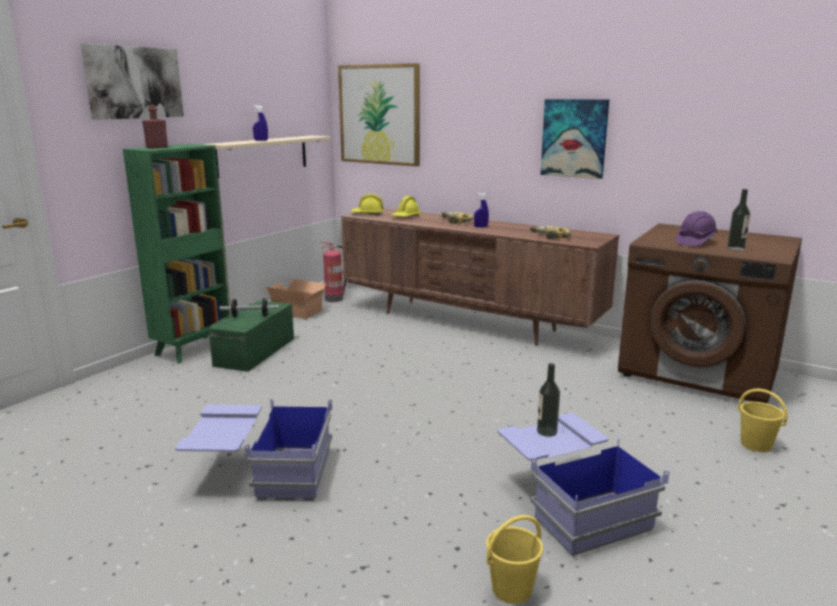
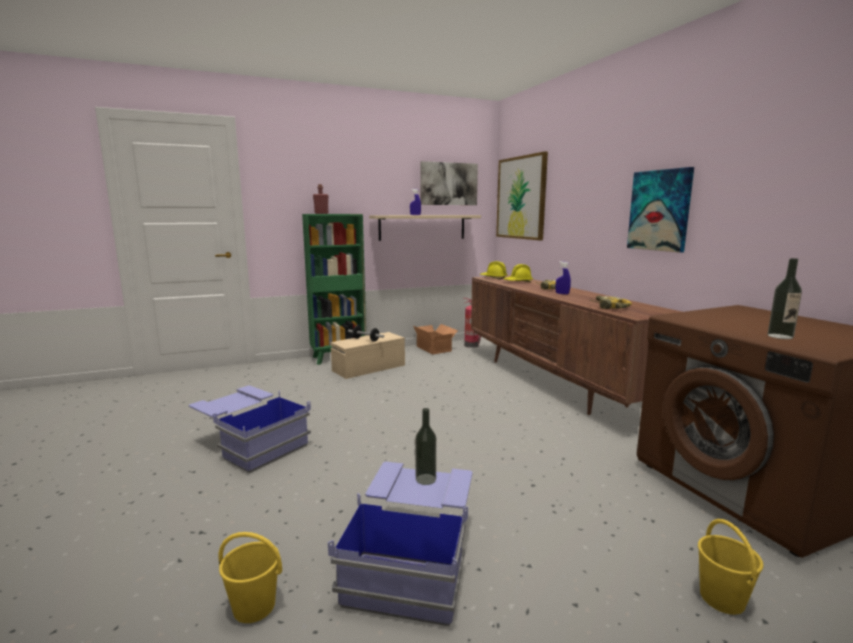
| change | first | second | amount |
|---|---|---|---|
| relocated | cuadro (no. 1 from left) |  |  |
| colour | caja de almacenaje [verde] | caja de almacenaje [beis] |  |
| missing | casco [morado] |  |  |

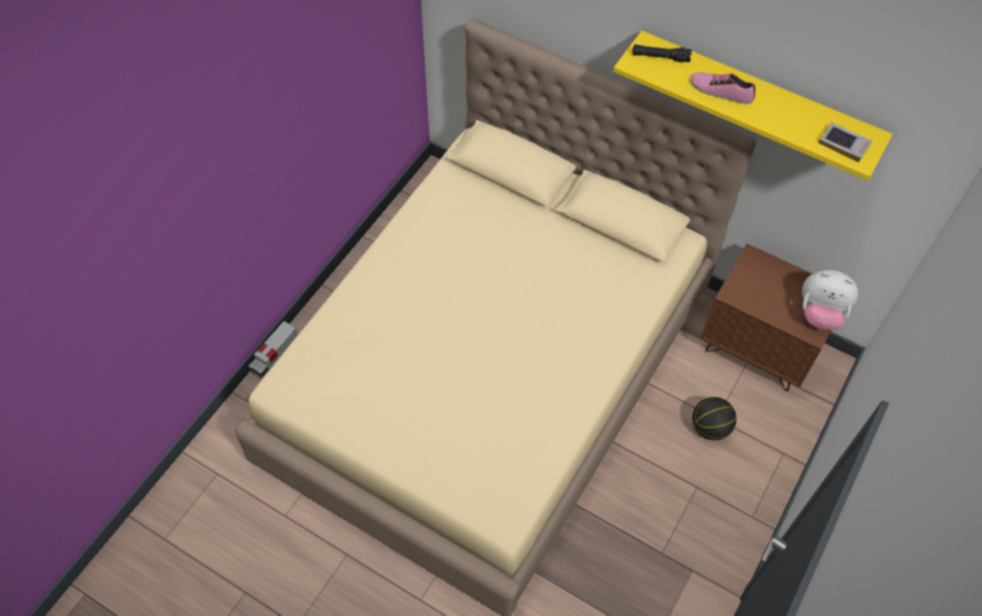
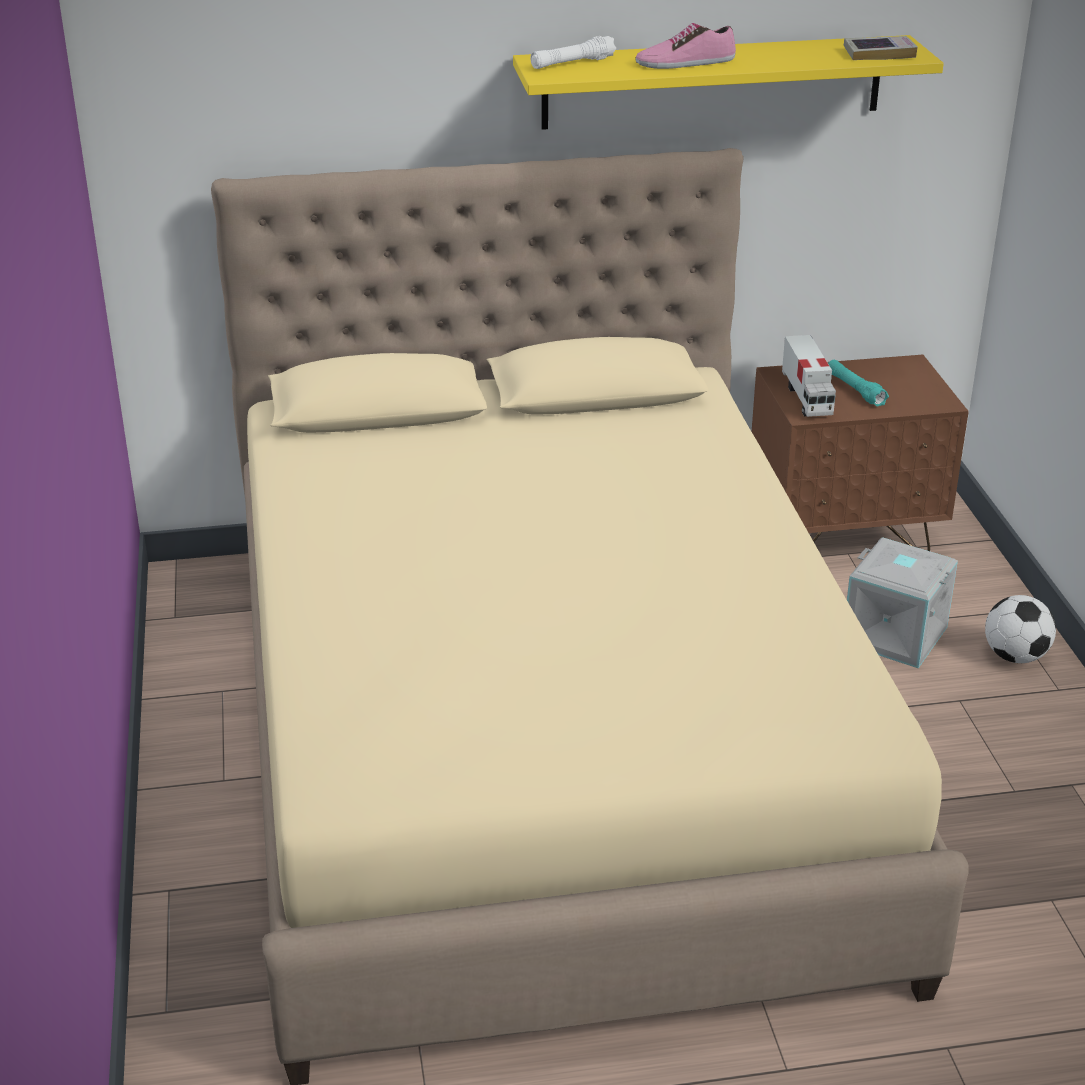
| change | first | second | amount |
|---|---|---|---|
| relocated | camión de juguete |  |  |
| colour | linterna [negro] | linterna [blanco] |  |
| exchanged | balón de baloncesto | caja de almacenaje [gris] |  |
| missing | peluche |  |  |
| appeared |  | linterna [turquesa] |  |
| appeared |  | balón de fútbol |  |

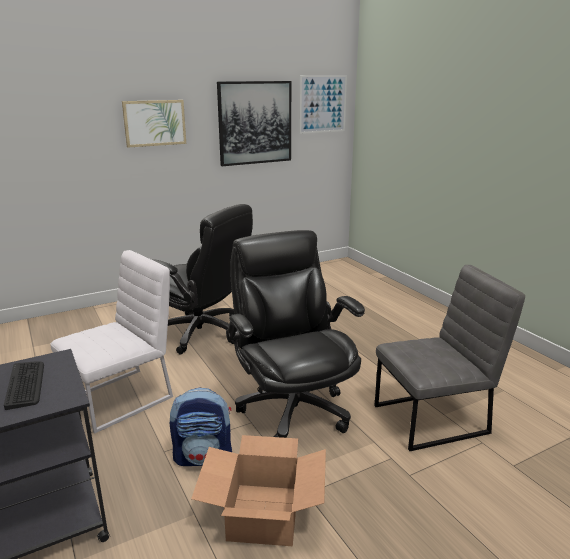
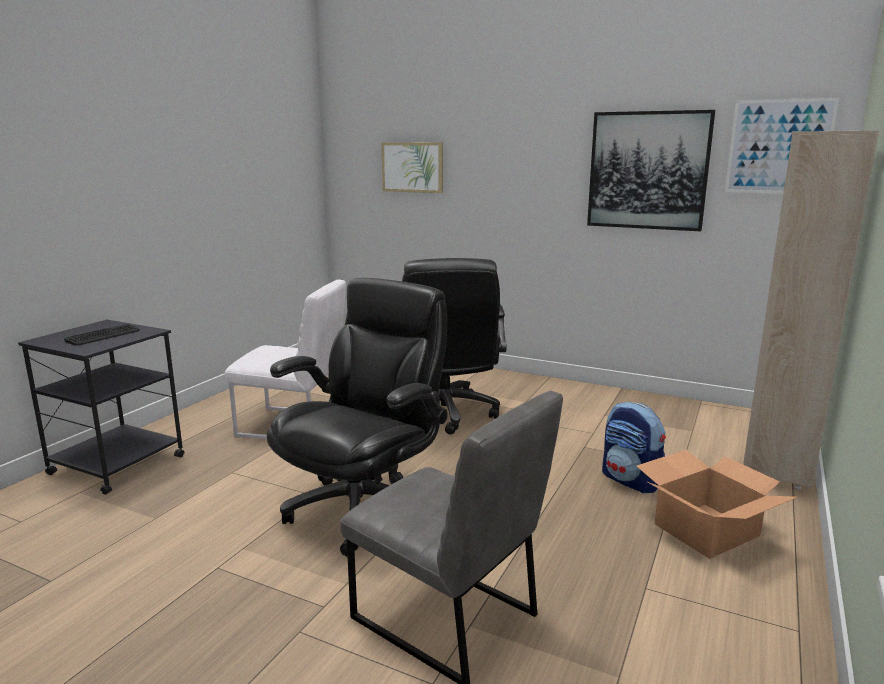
| change | first | second | amount |
|---|---|---|---|
| relocated | cuadro (no. 1 from left) |  |  |
| relocated | mochila |  |  |
| relocated | caja de cartón |  |  |
| appeared |  | estantería [beis] |  |

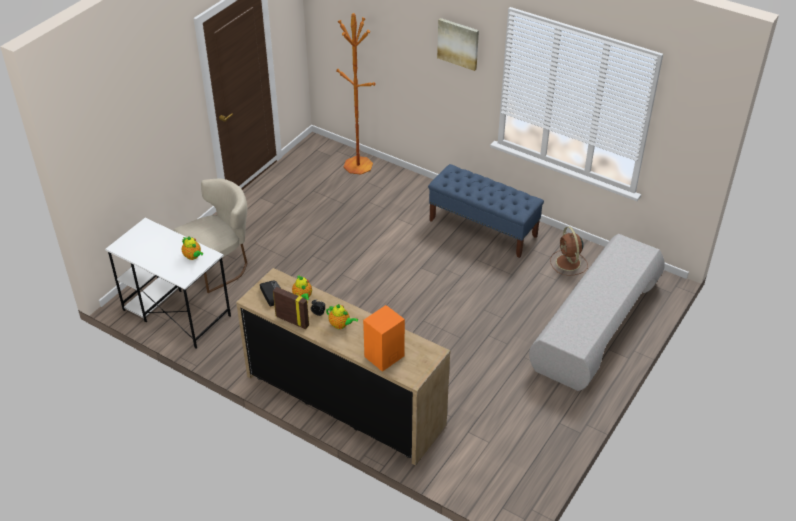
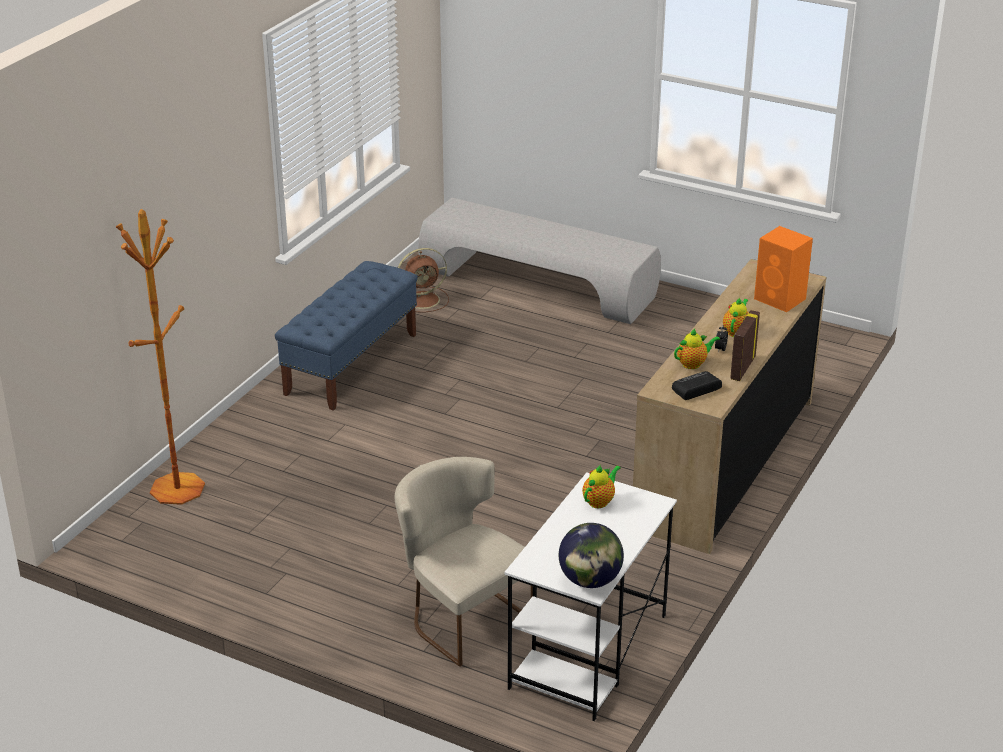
| change | first | second | amount |
|---|---|---|---|
| missing | cuadro |  |  |
| appeared |  | globo terráqueo |  |

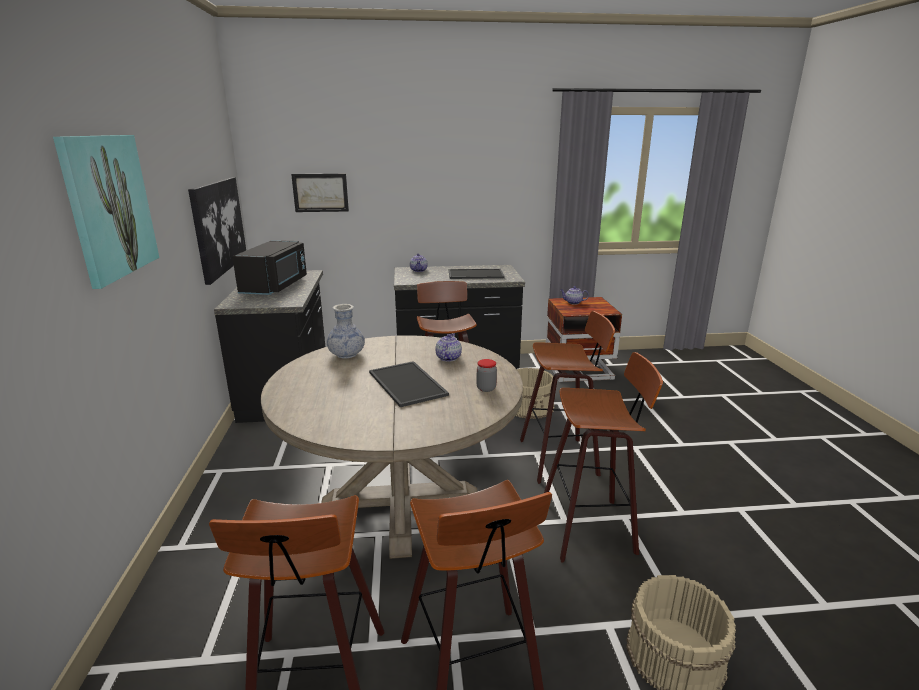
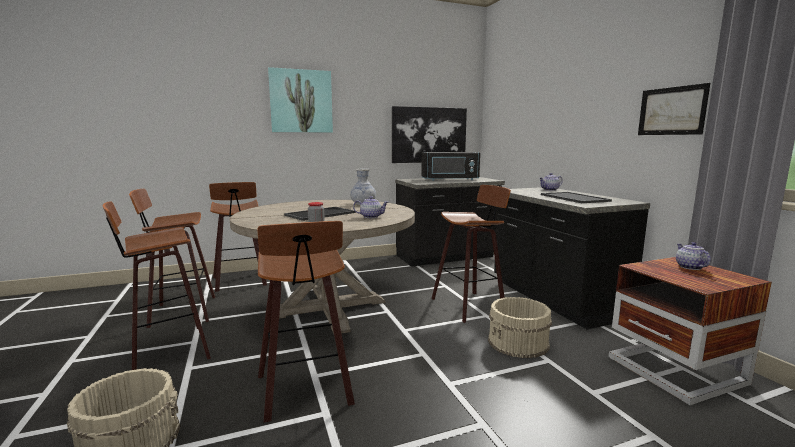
| change | first | second | amount |
|---|---|---|---|
| relocated | cuadro (no. 3 from left) |  |  |
| relocated | taburete (no. 4 from left in the first image) | taburete (no. 3 from left) |  |

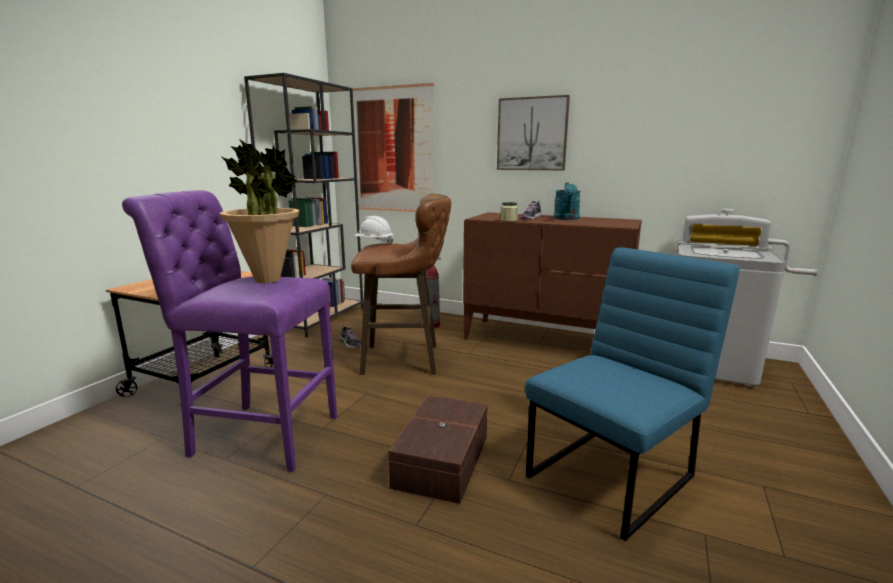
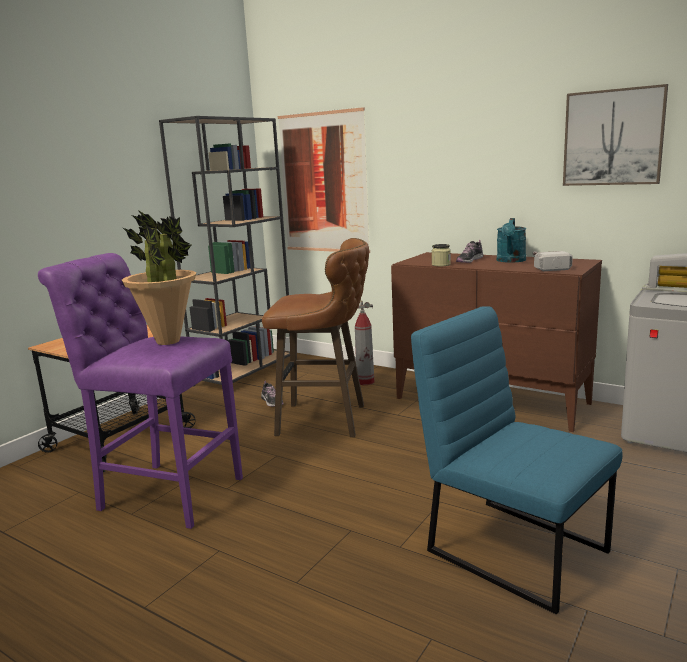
| change | first | second | amount |
|---|---|---|---|
| missing | casco [blanco] |  |  |
| missing | caja de almacenaje [marrón] |  |  |
| relocated | cuadro (no. 2 from left) |  |  |
| spun | silla [azul] |  | 105 degrees counterclockwise |
| appeared |  | martillo |  |

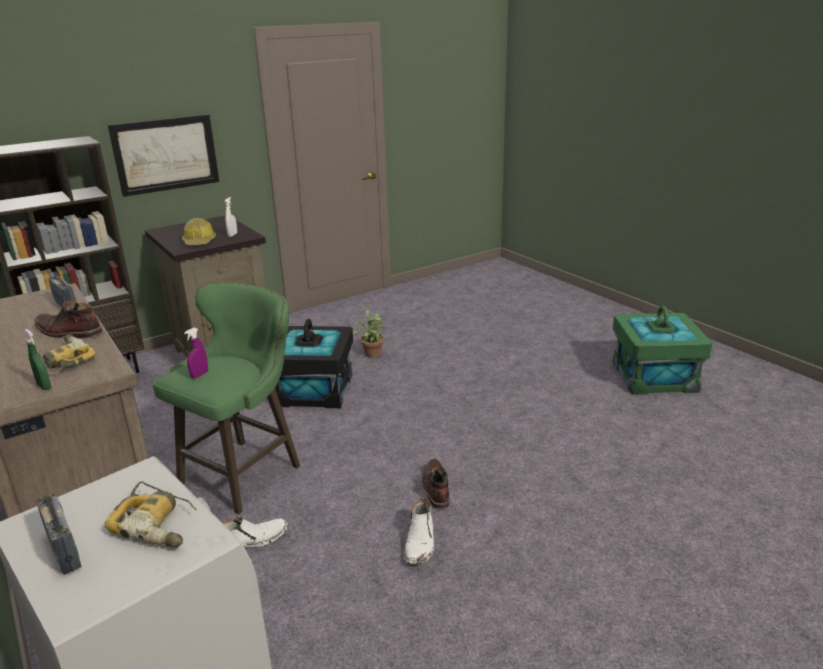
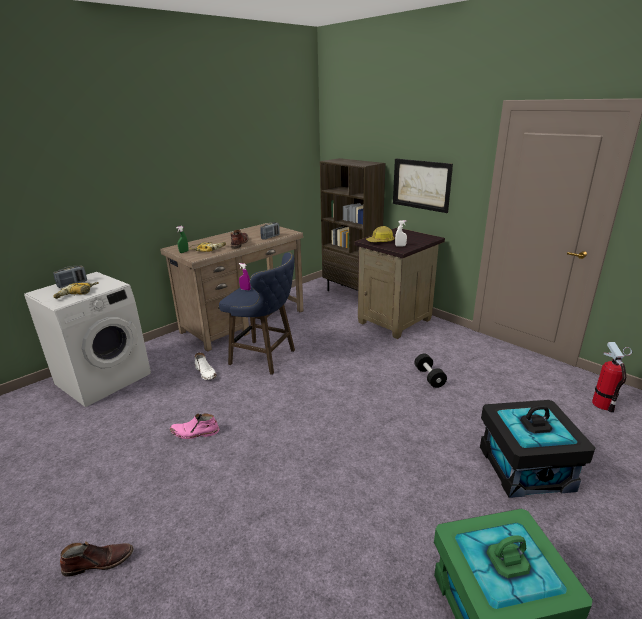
| change | first | second | amount |
|---|---|---|---|
| colour | taburete [verde] | taburete [azul] |  |
| relocated | caja de almacenaje [negro] |  |  |
| exchanged | planta en maceta | mancuerna [negro] |  |
| colour | bota [blanco] (no. 2 from left) | bota [rosa] |  |
| relocated | bota [marrón] (no. 2 from left in the first image) | bota [marrón] (no. 1 from left) |  |
| appeared |  | extintor |  |

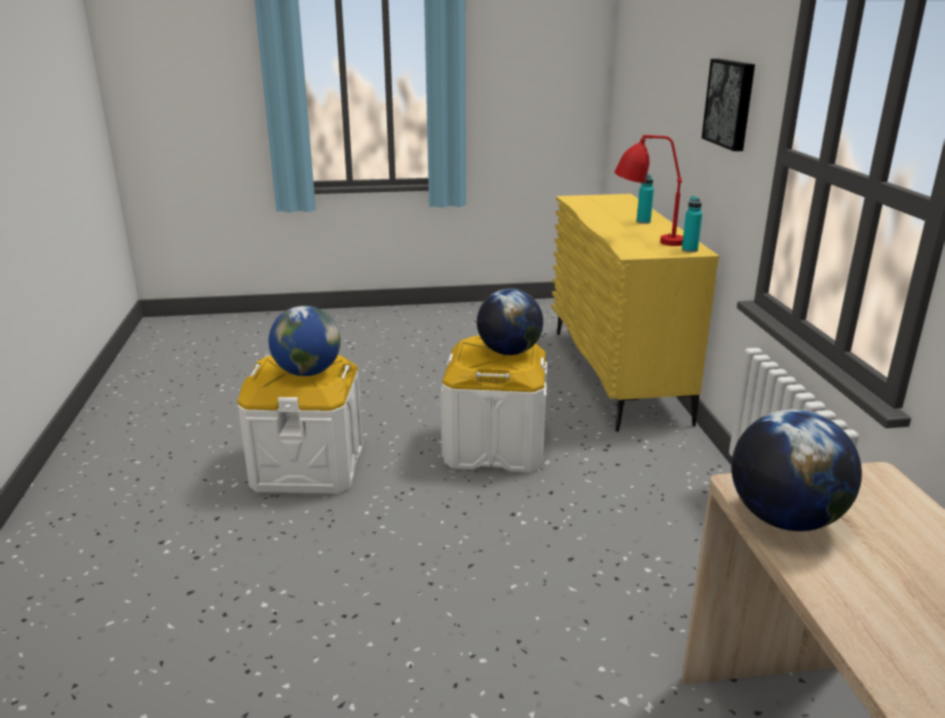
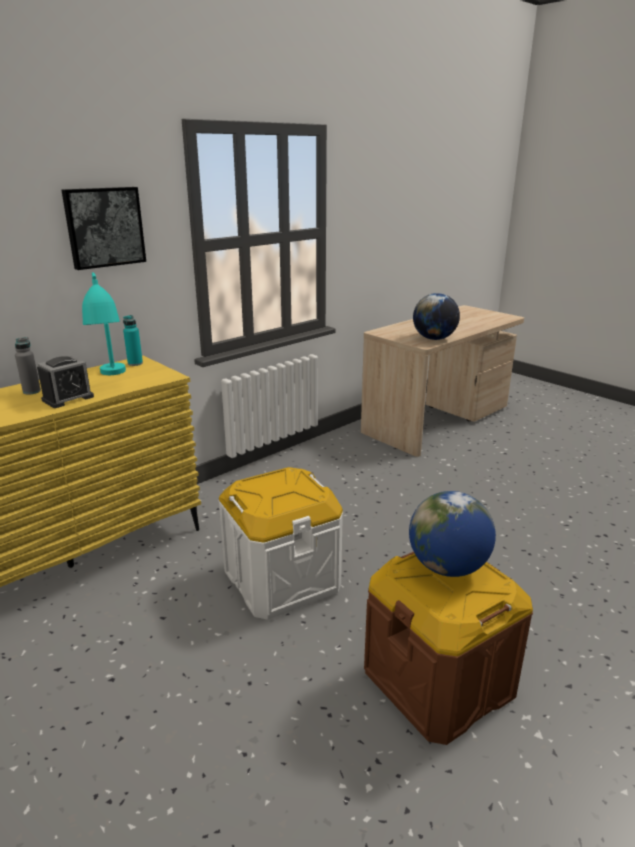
| change | first | second | amount |
|---|---|---|---|
| colour | caja de almacenaje [blanco] (no. 1 from left) | caja de almacenaje [marrón] |  |
| missing | globo terráqueo (no. 2 from left) |  |  |
| colour | lámpara de mesa [rojo] | lámpara de mesa [turquesa] |  |
| colour | botella [turquesa] (no. 1 from left) | botella [gris] |  |
| appeared |  | despertador |  |

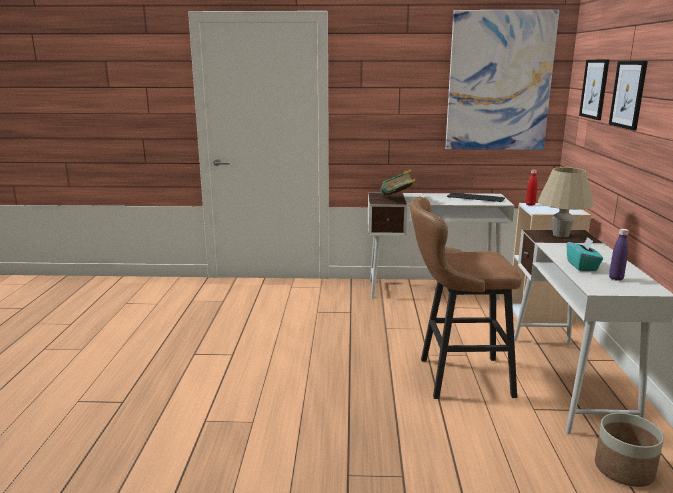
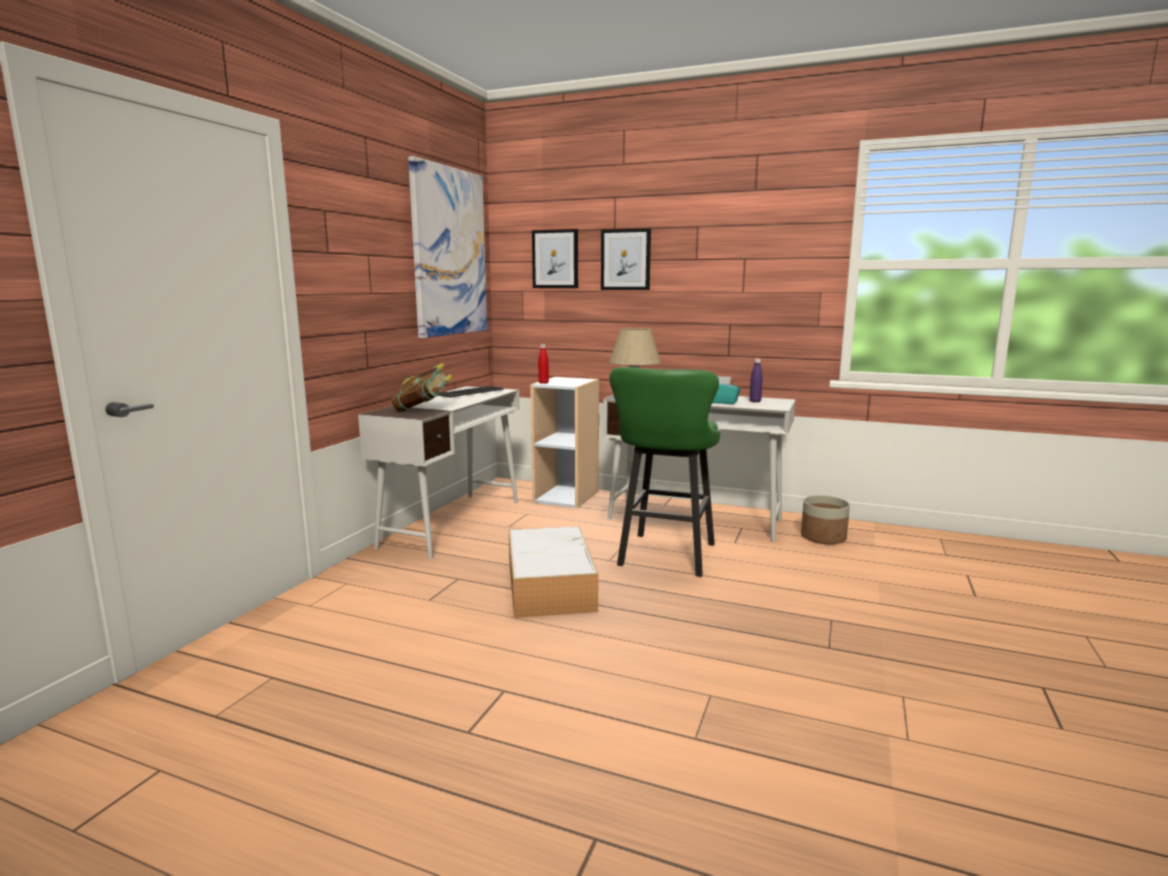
| change | first | second | amount |
|---|---|---|---|
| colour | taburete [marrón] | taburete [verde] |  |
| appeared |  | caja de almacenaje |  |

